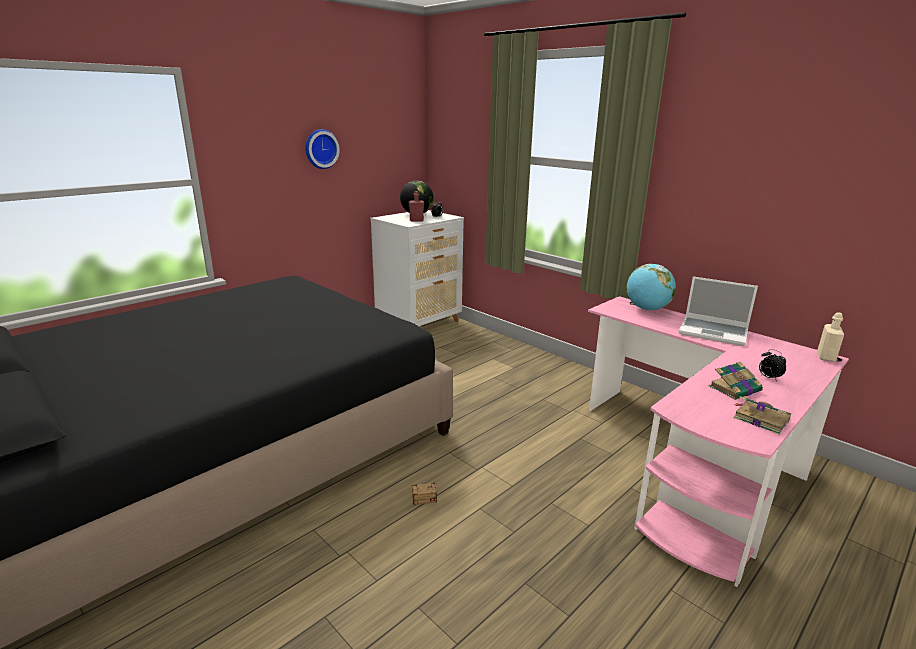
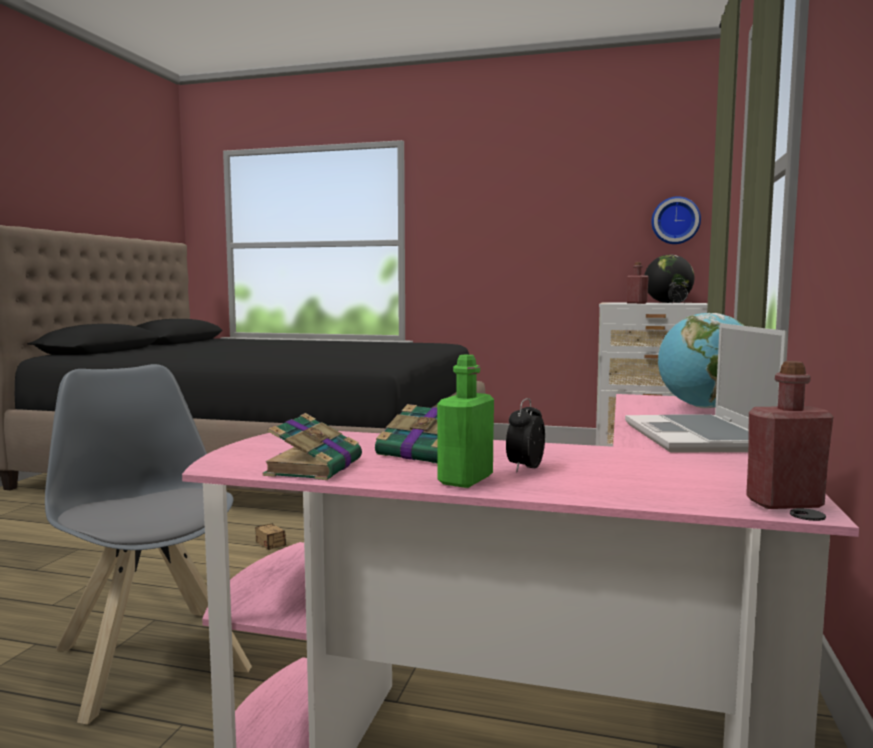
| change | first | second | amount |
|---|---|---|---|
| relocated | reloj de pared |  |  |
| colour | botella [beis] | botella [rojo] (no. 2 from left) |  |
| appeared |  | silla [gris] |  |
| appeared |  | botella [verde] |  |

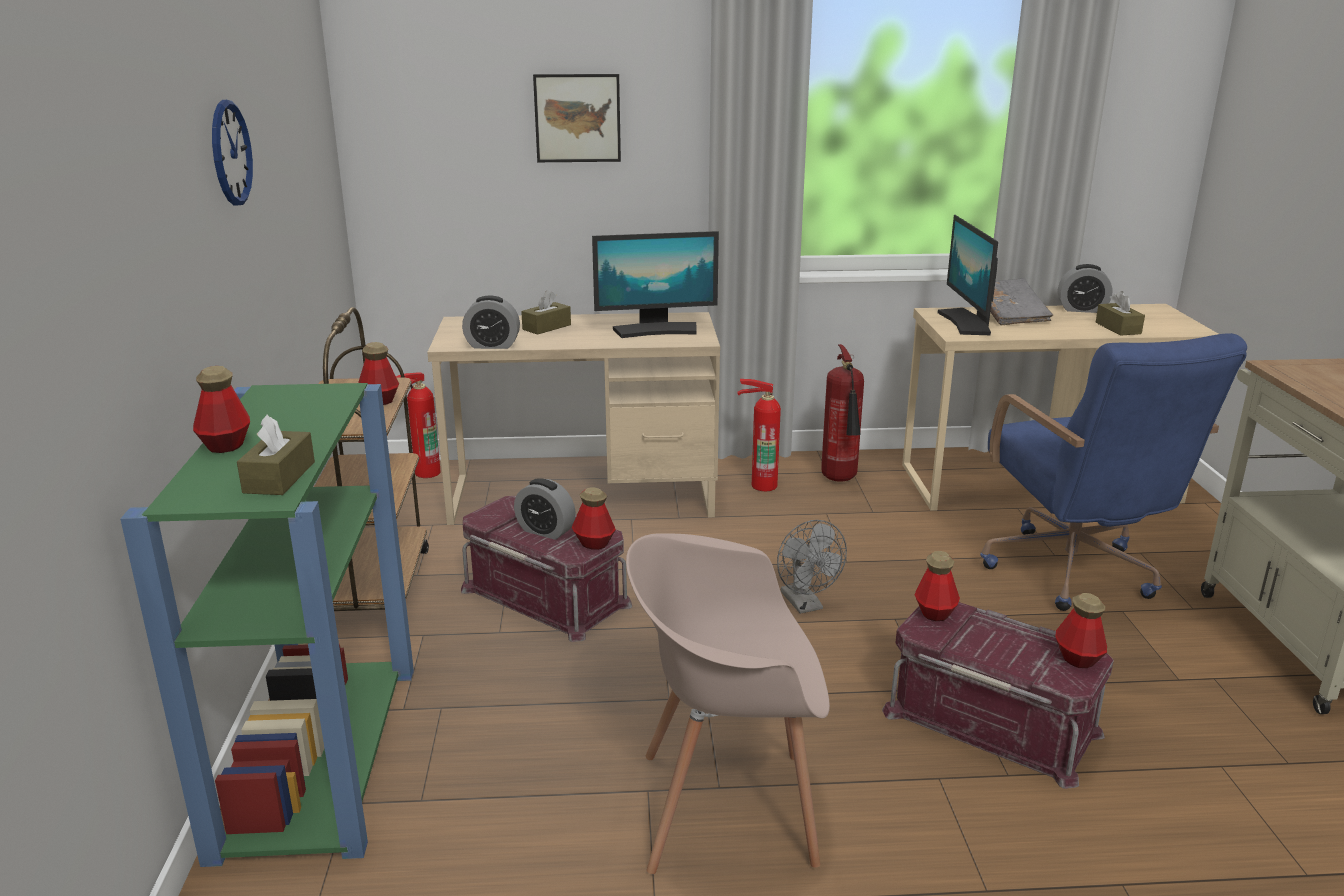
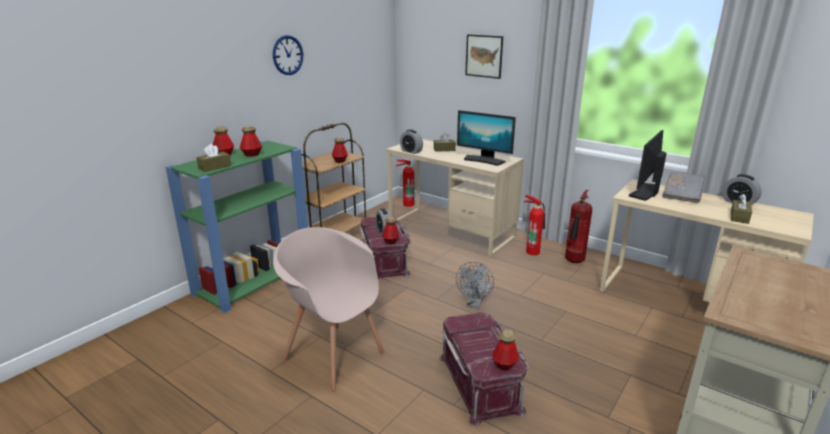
| change | first | second | amount |
|---|---|---|---|
| relocated | botella (no. 4 from left in the first image) | botella (no. 2 from left) |  |
| missing | silla de oficina [azul] |  |  |

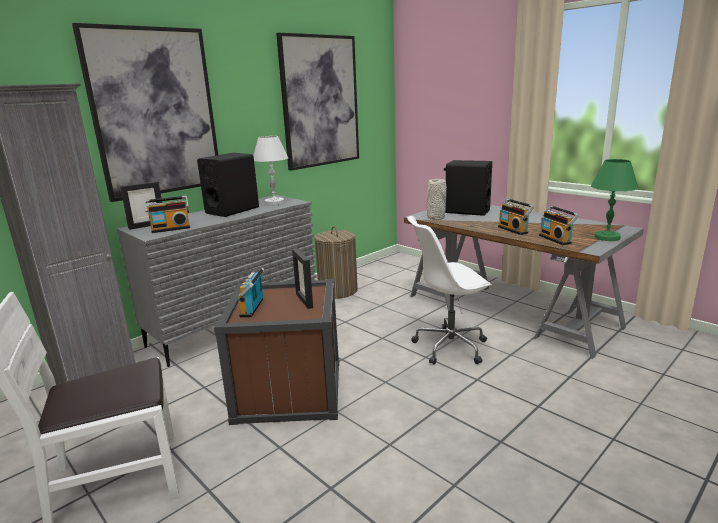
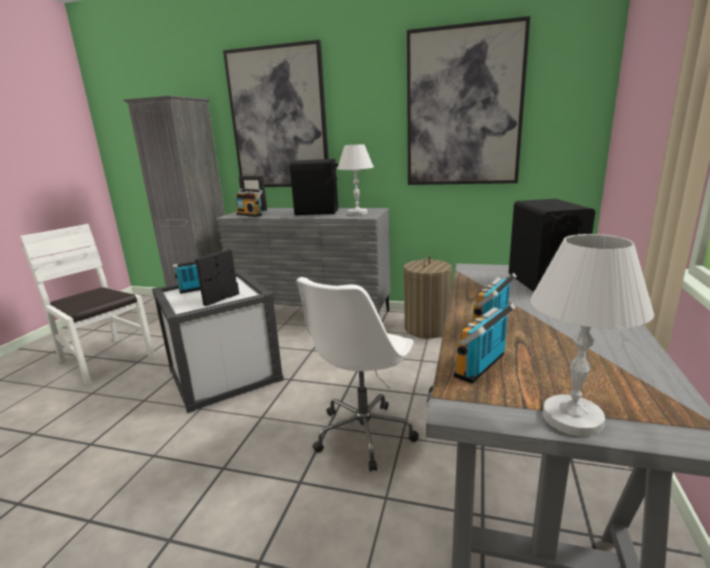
| change | first | second | amount |
|---|---|---|---|
| colour | caja de almacenaje [marrón] | caja de almacenaje [blanco] |  |
| spun | silla de oficina [blanco] |  | 105 degrees counterclockwise |
| missing | florero [gris] |  |  |
| colour | lámpara de mesa [verde] | lámpara de mesa [blanco] (no. 2 from left) |  |

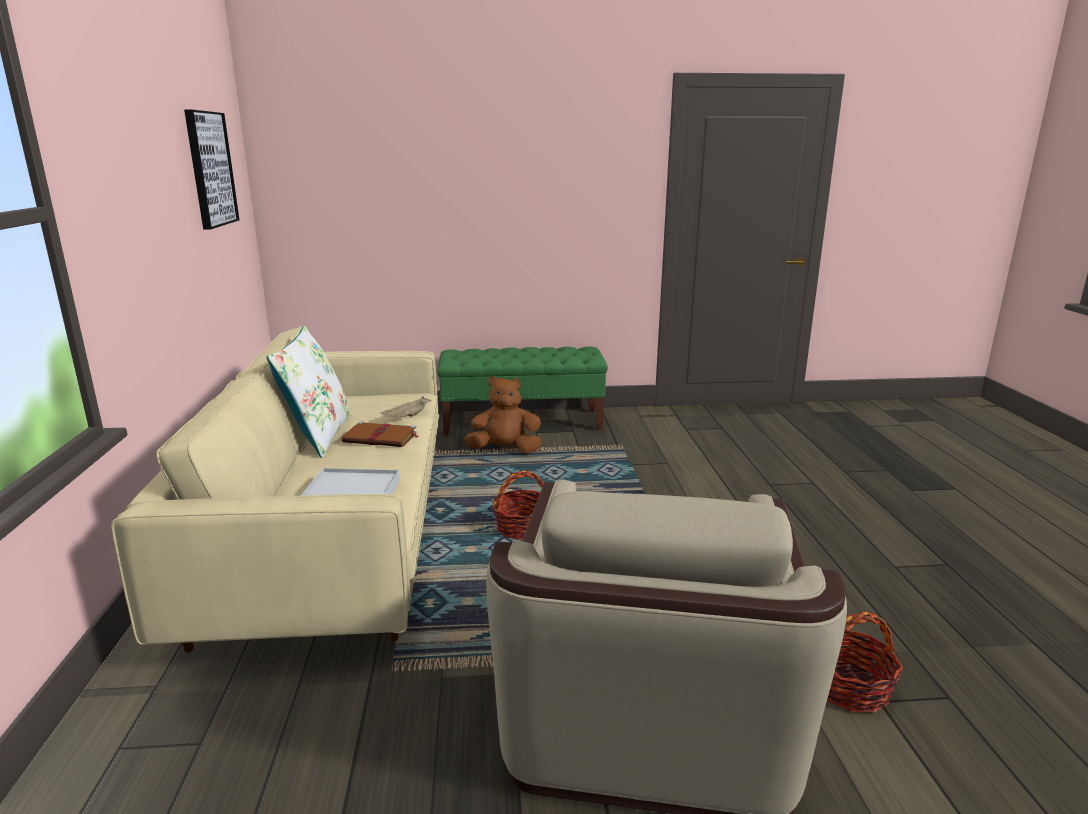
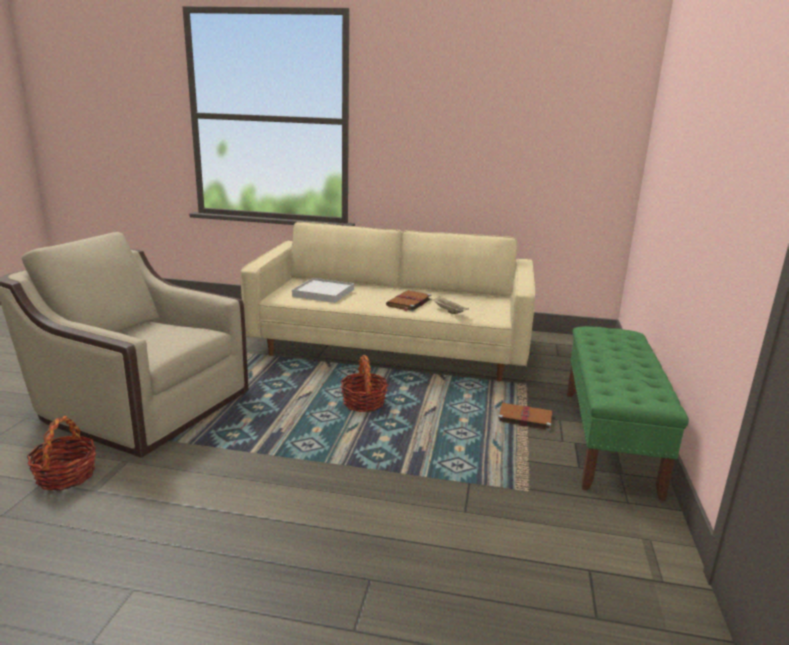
| change | first | second | amount |
|---|---|---|---|
| missing | cuadro |  |  |
| missing | cojín [blanco] |  |  |
| exchanged | peluche [marrón] | libro [marrón] (no. 2 from left) |  |

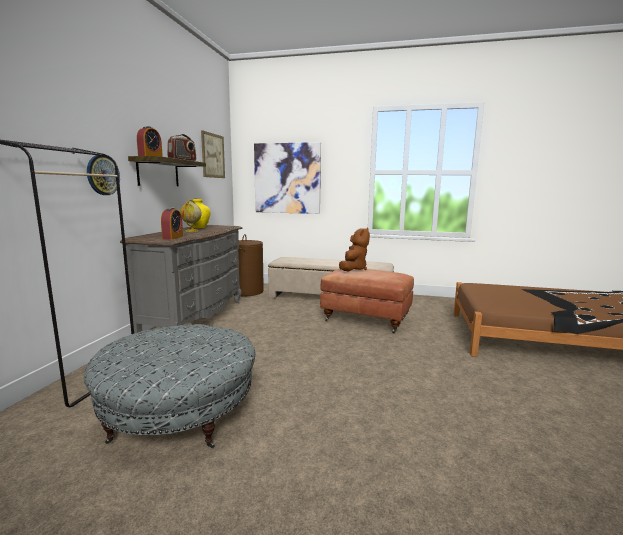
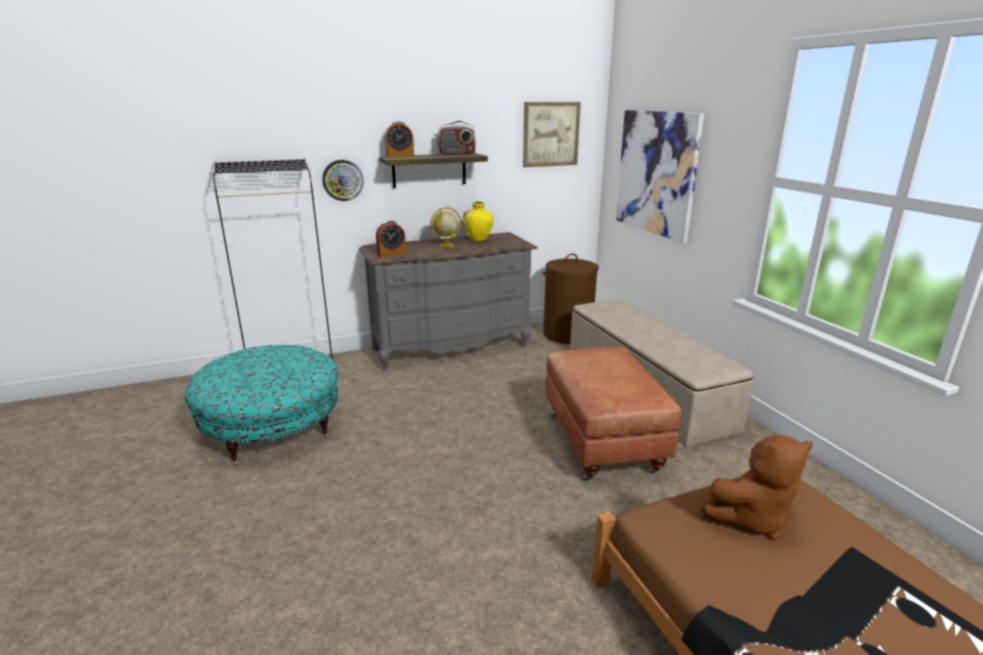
| change | first | second | amount |
|---|---|---|---|
| colour | puf [gris] | puf [turquesa] |  |
| relocated | peluche [marrón] |  |  |

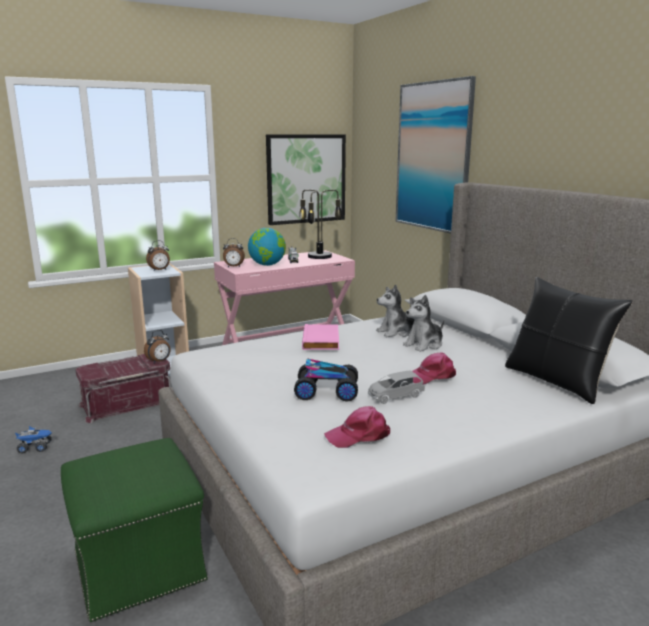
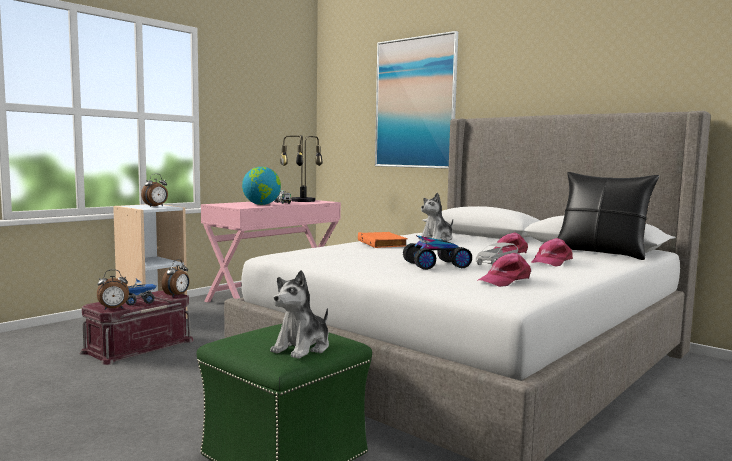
| change | first | second | amount |
|---|---|---|---|
| relocated | camión de juguete (no. 1 from left) |  |  |
| relocated | despertador (no. 3 from left in the first image) | despertador (no. 1 from left) |  |
| missing | cuadro (no. 1 from left) |  |  |
| colour | libro [rosa] | libro [naranja] |  |
| relocated | peluche (no. 2 from left in the first image) | peluche (no. 1 from left) |  |
| appeared |  | gorra [rosa] (no. 3 from left) |  |

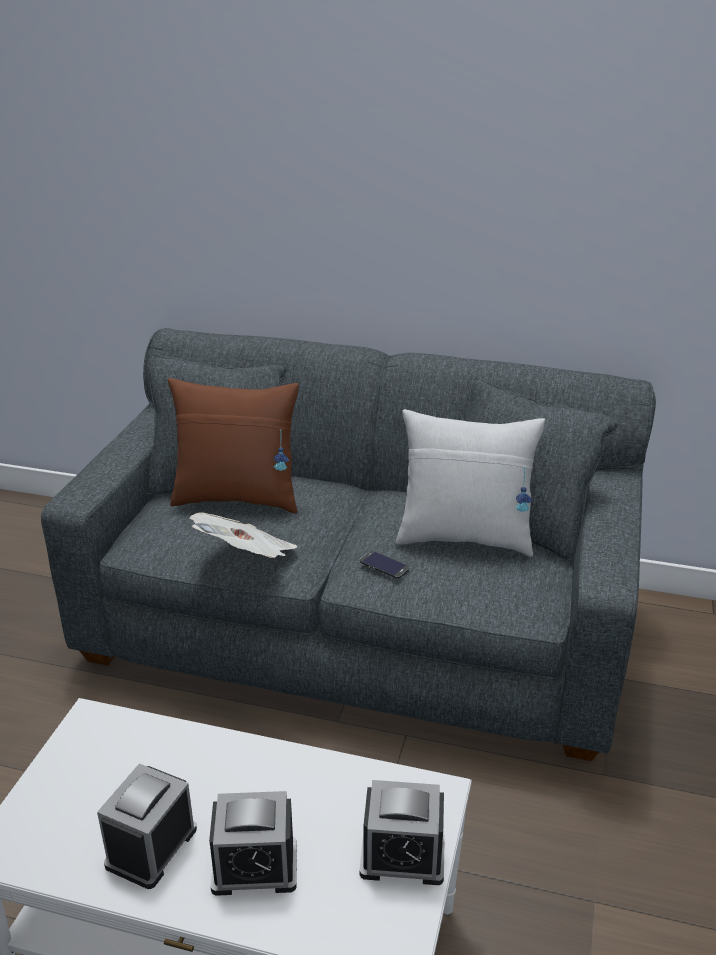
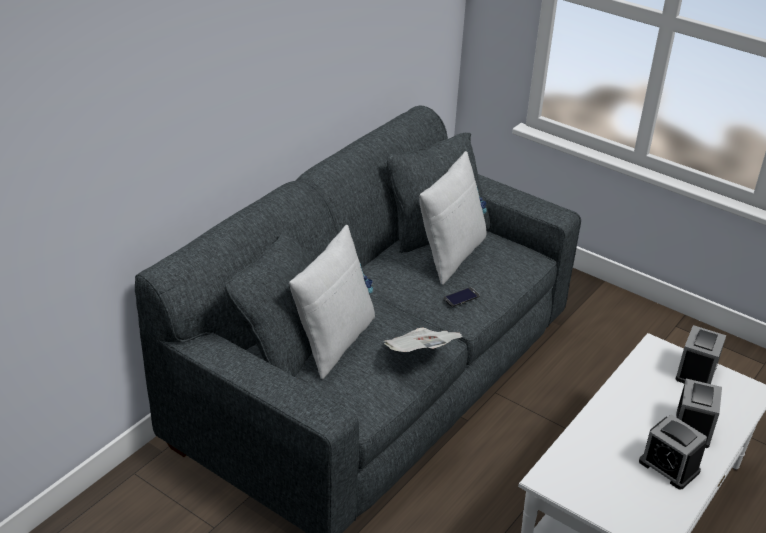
| change | first | second | amount |
|---|---|---|---|
| colour | cojín [marrón] | cojín [gris] (no. 1 from left) |  |

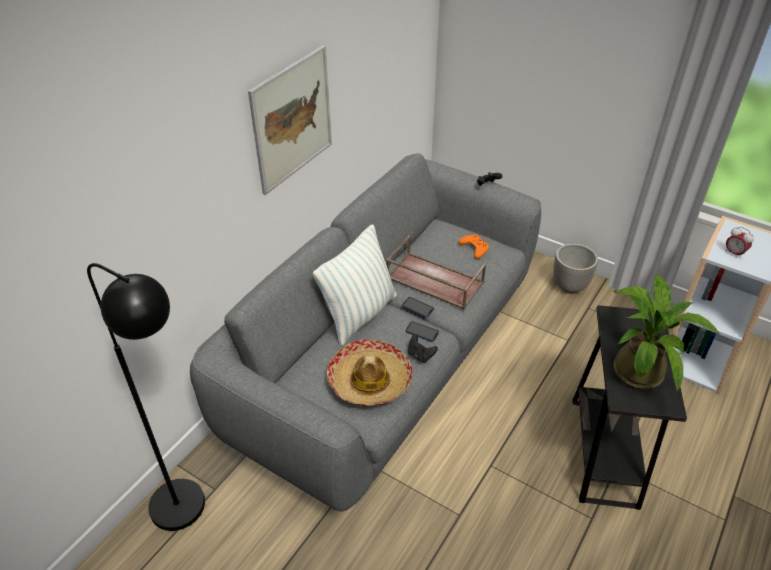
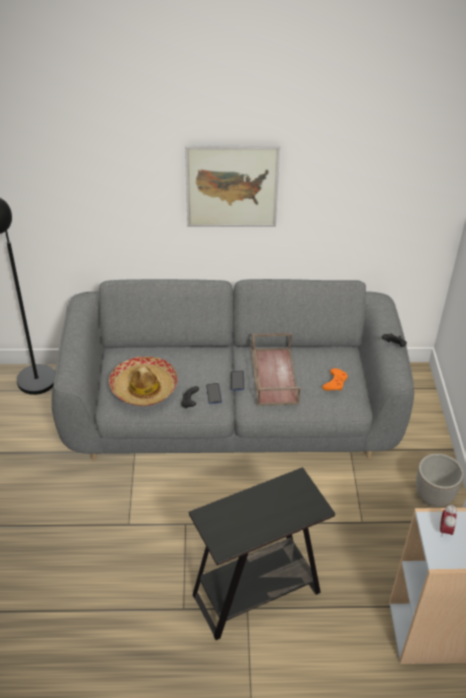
| change | first | second | amount |
|---|---|---|---|
| missing | cojín |  |  |
| missing | planta en maceta |  |  |

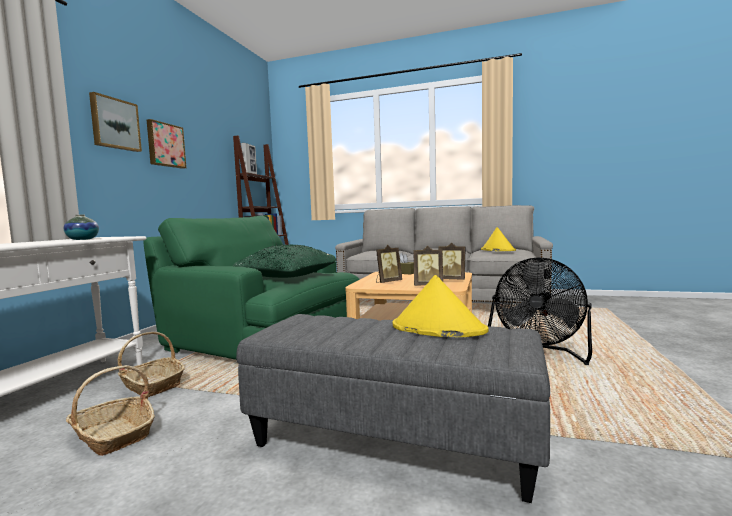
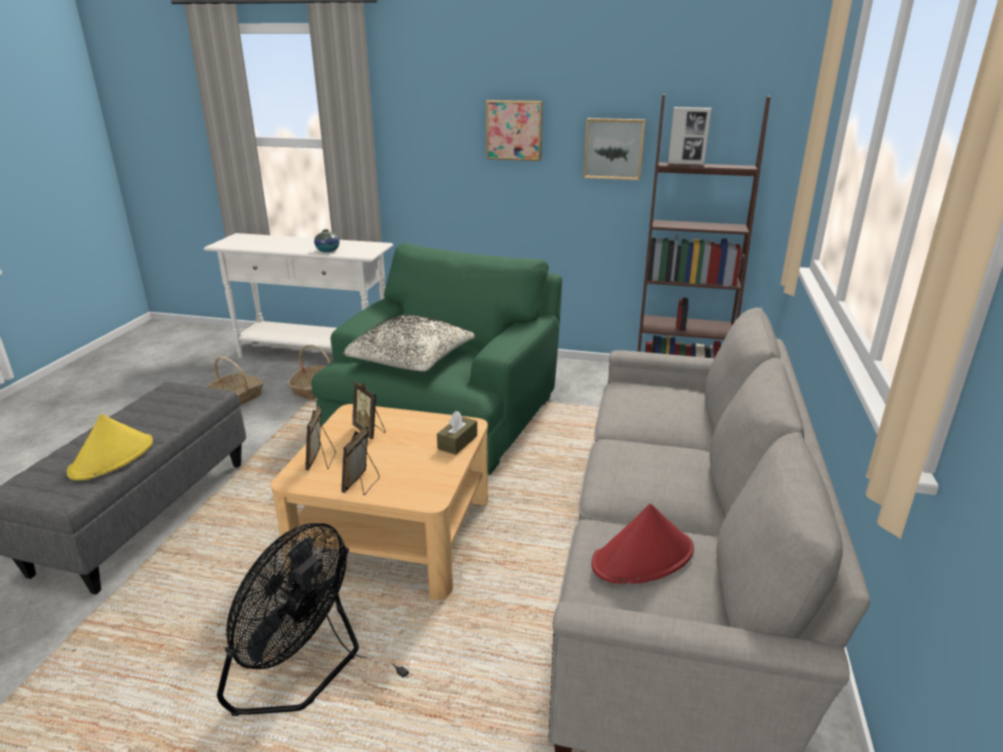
| change | first | second | amount |
|---|---|---|---|
| relocated | cuadro (no. 1 from left in the first image) | cuadro (no. 2 from left) |  |
| colour | cojín [verde] | cojín [beis] |  |
| colour | sombrero [amarillo] (no. 2 from left) | sombrero [rojo] |  |

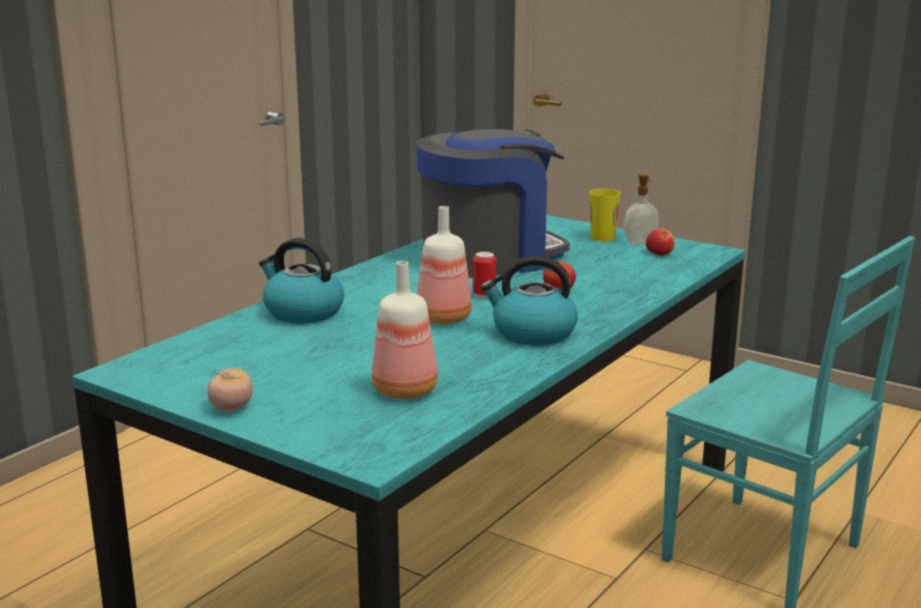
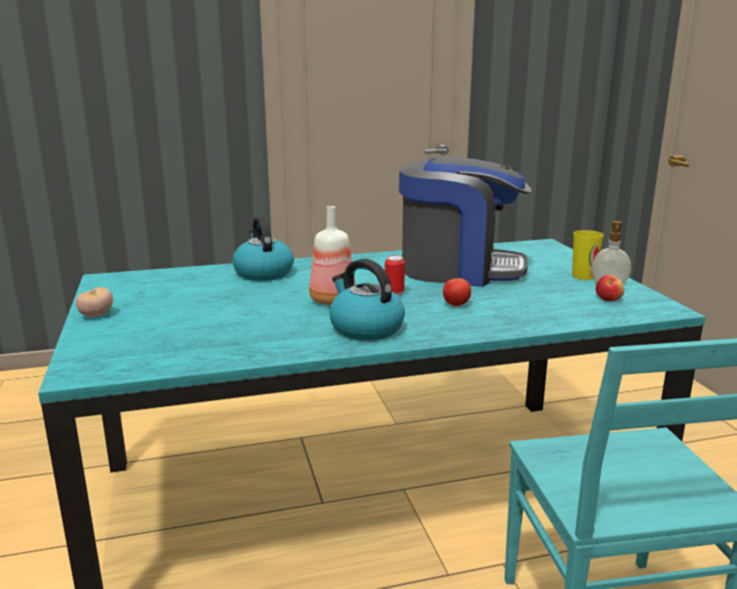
| change | first | second | amount |
|---|---|---|---|
| missing | botella (no. 1 from left) |  |  |

